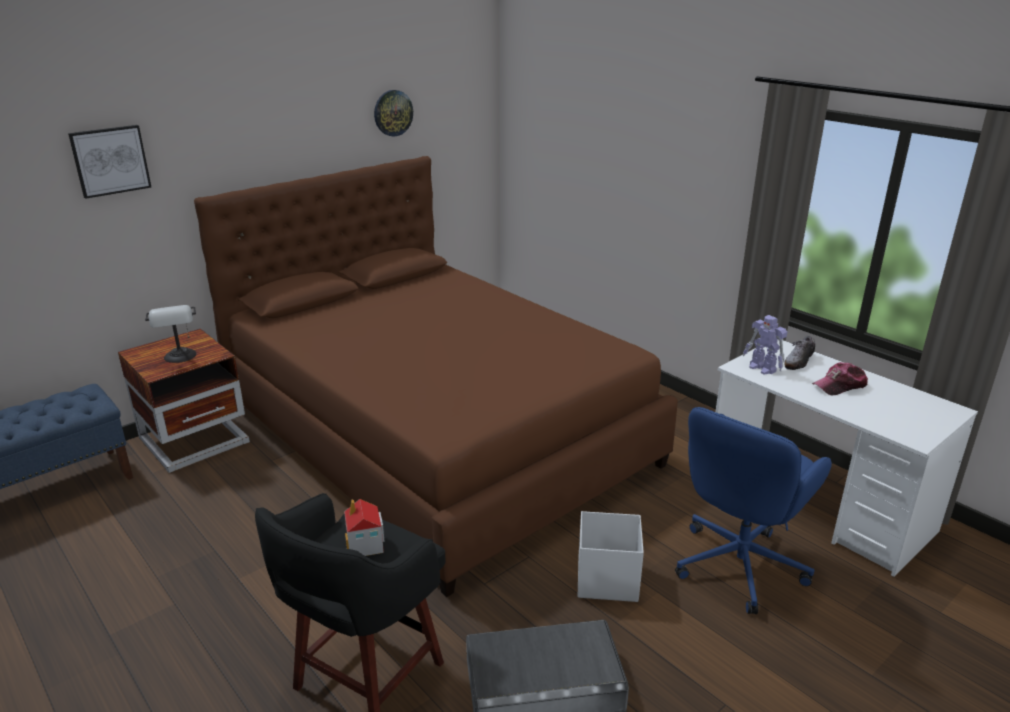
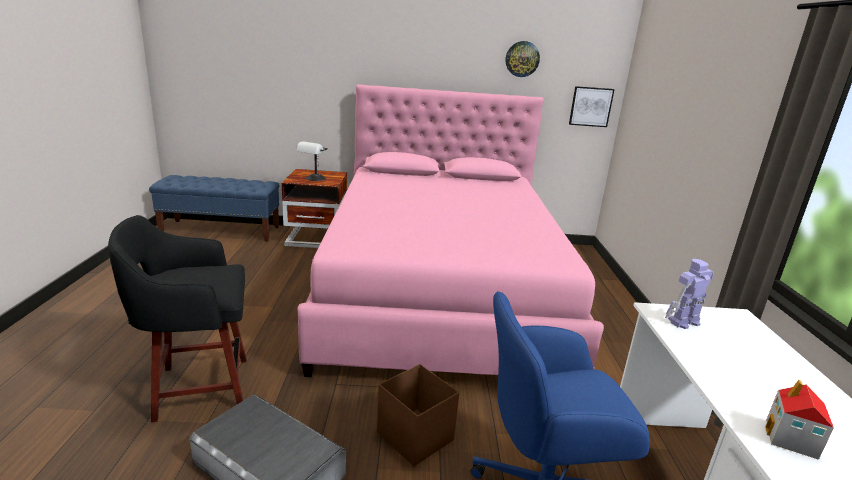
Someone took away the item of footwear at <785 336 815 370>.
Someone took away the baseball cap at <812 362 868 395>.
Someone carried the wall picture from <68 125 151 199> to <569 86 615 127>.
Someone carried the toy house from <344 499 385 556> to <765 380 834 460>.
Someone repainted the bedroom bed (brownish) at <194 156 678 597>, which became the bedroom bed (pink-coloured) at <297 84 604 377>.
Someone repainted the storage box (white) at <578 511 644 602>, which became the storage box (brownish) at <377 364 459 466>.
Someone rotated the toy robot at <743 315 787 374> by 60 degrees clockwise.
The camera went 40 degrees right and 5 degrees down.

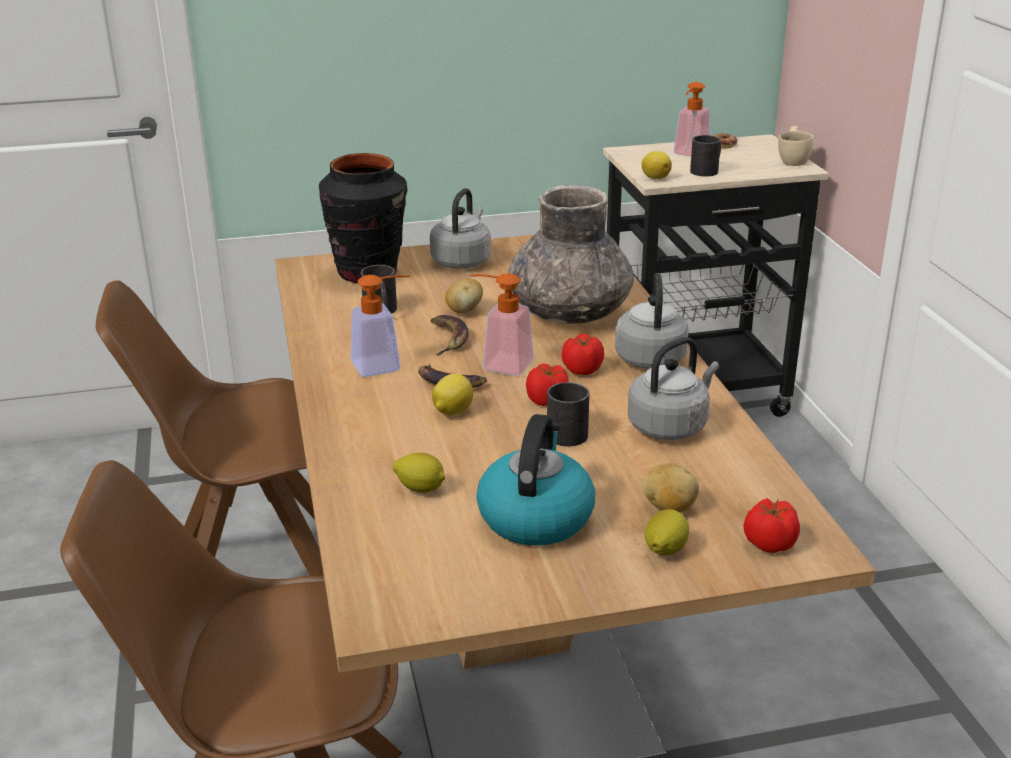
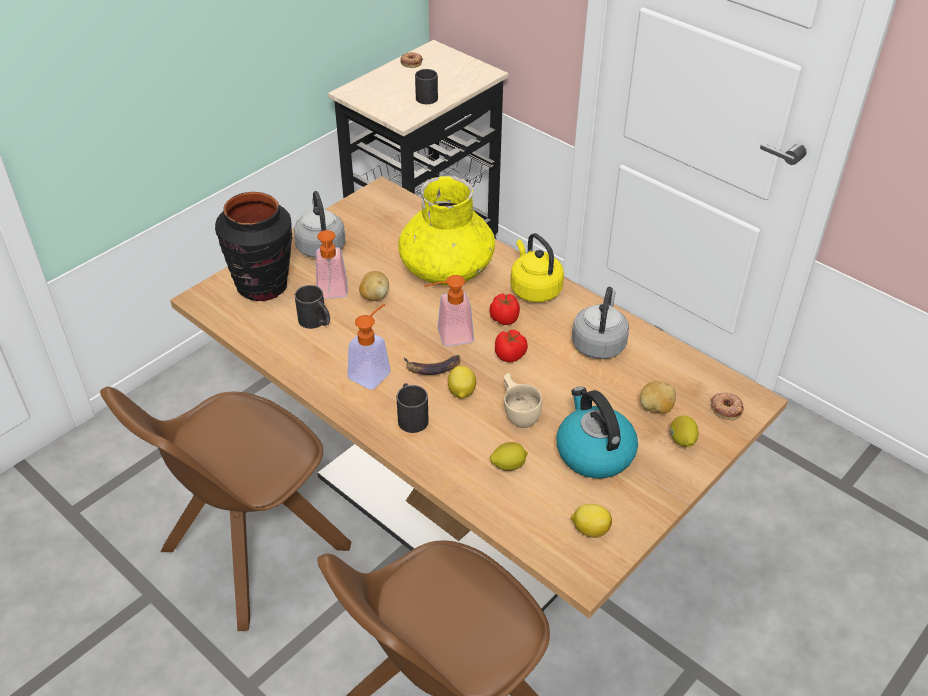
Someone took away the banana at <431 315 469 355>.
Someone carried the coffee mug (black-coloured) from <547 382 589 447> to <397 383 429 433>.
Someone carried the lemon from <642 151 672 179> to <571 504 612 538>.
Someone carried the liquid soap bottle from <674 82 710 156> to <316 230 348 299>.
Someone carried the cup (sand-coloured) from <778 126 814 166> to <504 373 542 428>.
Someone swapped the fresh tomato at <744 498 800 553> for the doughnut at <711 392 744 420>.
Someone repainted the flower vase (grey) at <508 185 634 324>, which became the flower vase (yellow-coloured) at <398 176 495 285>.
Someone repainted the tea kettle (grey) at <615 273 689 369>, which became the tea kettle (yellow-coloured) at <511 233 564 302>.
The camera went 35 degrees left and 15 degrees up.

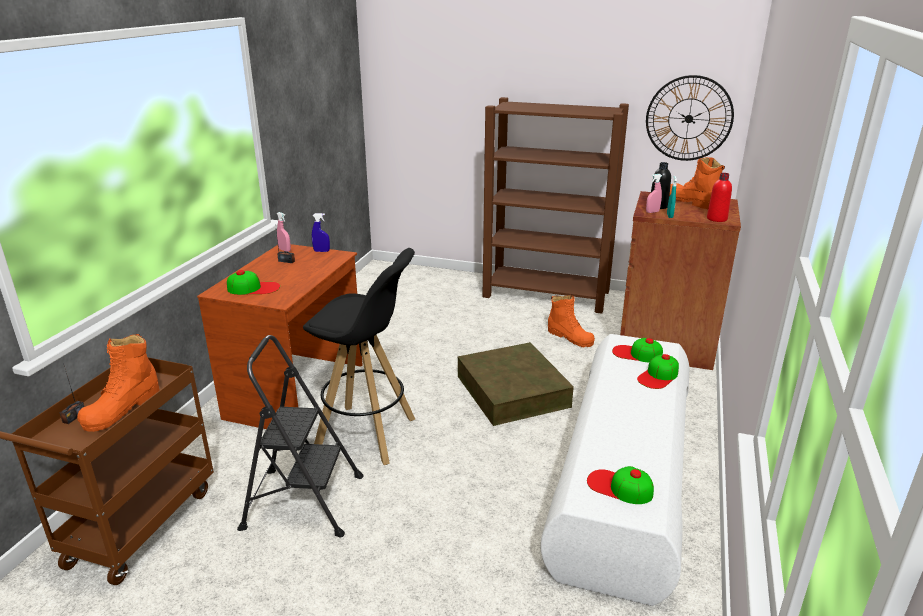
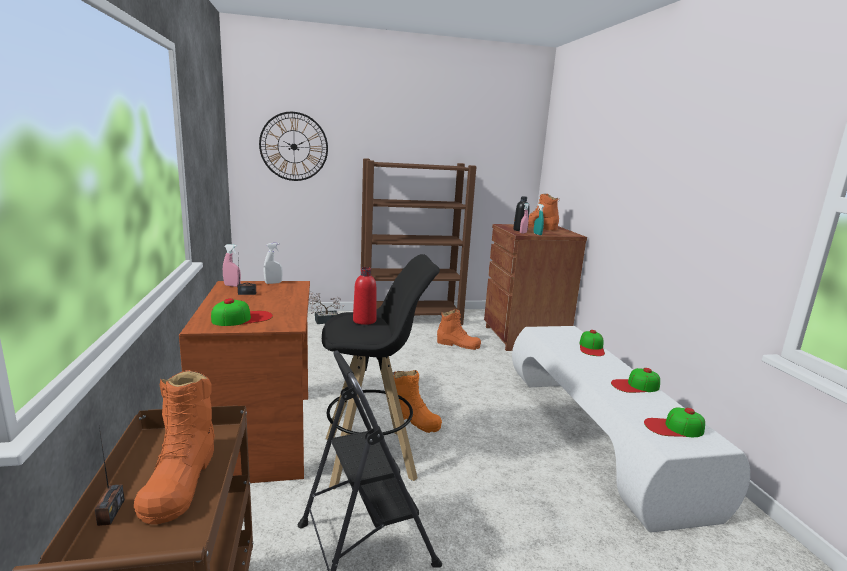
Someone took away the storage box (brownish) at <458 342 574 426>.
Someone put down the houseplant at <308 291 344 324>.
Someone put down the boot (orange-coloured) at <393 370 442 433>.
Someone carried the baseball cap from <612 338 663 362> to <611 368 660 393>.
Someone carried the wall clock from <646 75 734 161> to <259 112 328 181>.
Someone carried the beverage bottle (reddish) from <707 173 732 222> to <353 267 377 325>.
Someone repainted the spray bottle (blue) at <312 213 330 252>, which became the spray bottle (white) at <264 243 283 284>.
The camera went 30 degrees left and 10 degrees down.

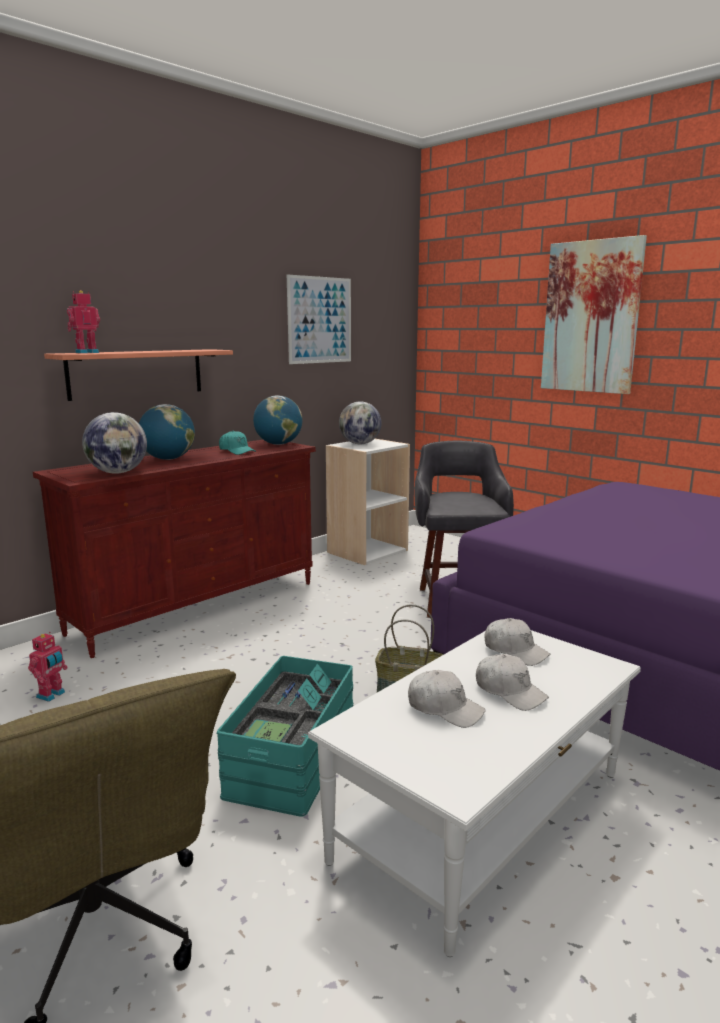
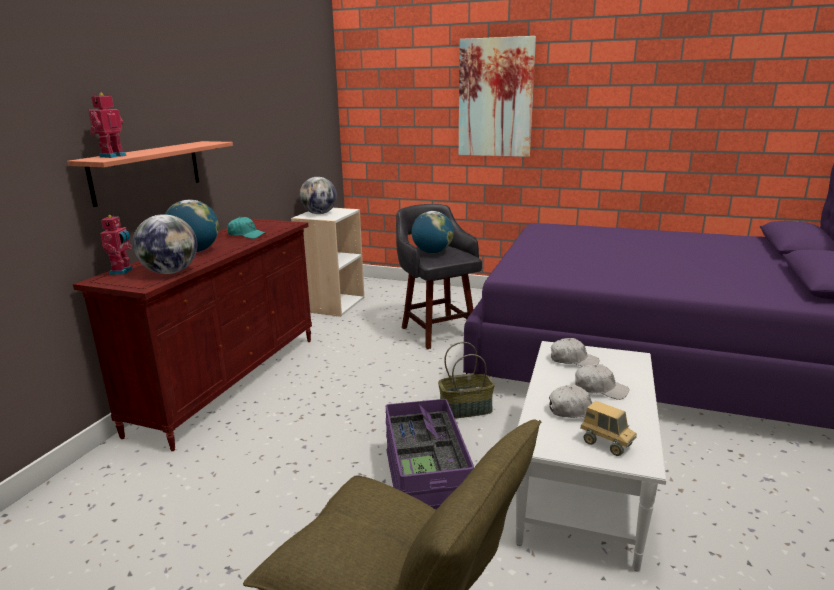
Someone took away the wall picture at <287 274 351 364>.
Someone put down the model truck at <580 401 637 456>.
Someone carried the toy robot from <28 632 68 702> to <100 214 133 275>.
Someone carried the world globe from <253 395 302 445> to <412 211 454 253>.
Someone repainted the storage box (turquoise-coloured) at <216 656 353 817>, which became the storage box (purple) at <386 399 474 510>.
The camera went 25 degrees left and 5 degrees up.

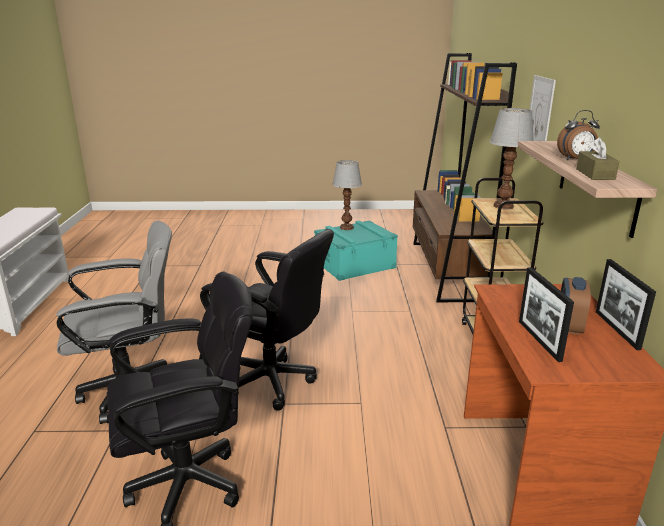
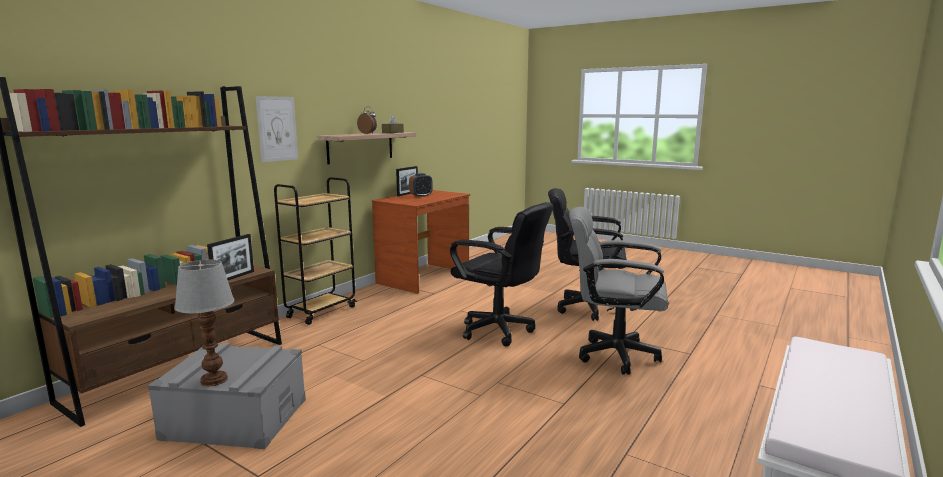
Someone took away the table lamp at <490 108 534 210>.
Someone carried the standing frame from <519 267 574 362> to <207 234 254 280>.
Someone repainted the storage box (turquoise-coloured) at <314 220 398 281>, which became the storage box (grey) at <148 343 306 449>.
Someone rotated the computer chair (black-coloured) at <200 229 334 411> by 150 degrees clockwise.
The camera went 145 degrees left and 10 degrees down.

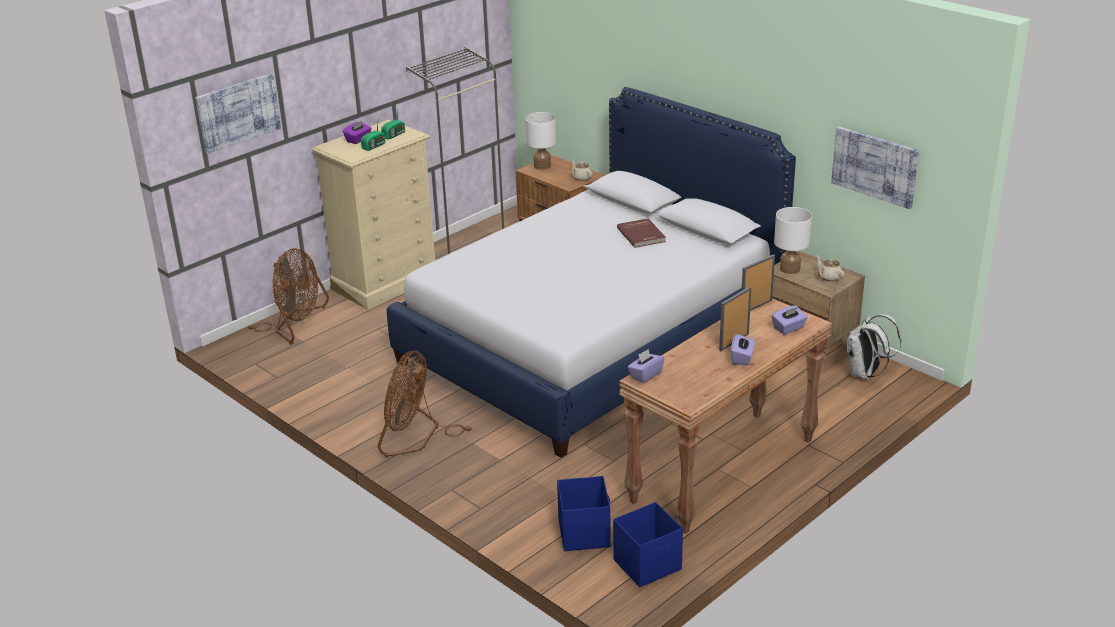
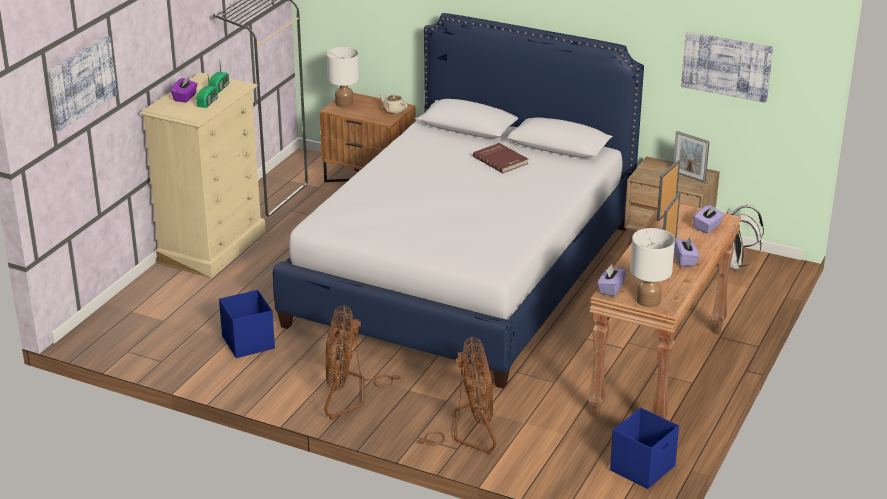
Someone carried the fan (brownish) from <248 248 329 345> to <417 337 496 455>.
Someone carried the storage box (blue) from <557 476 611 551> to <219 290 275 358>.
Someone carried the table lamp (white) from <774 207 812 274> to <630 228 675 307>.
Someone swapped the pot for tea (sand-coloured) at <816 255 844 281> for the standing frame at <673 131 710 183>.
The camera went 20 degrees left and 0 degrees up.

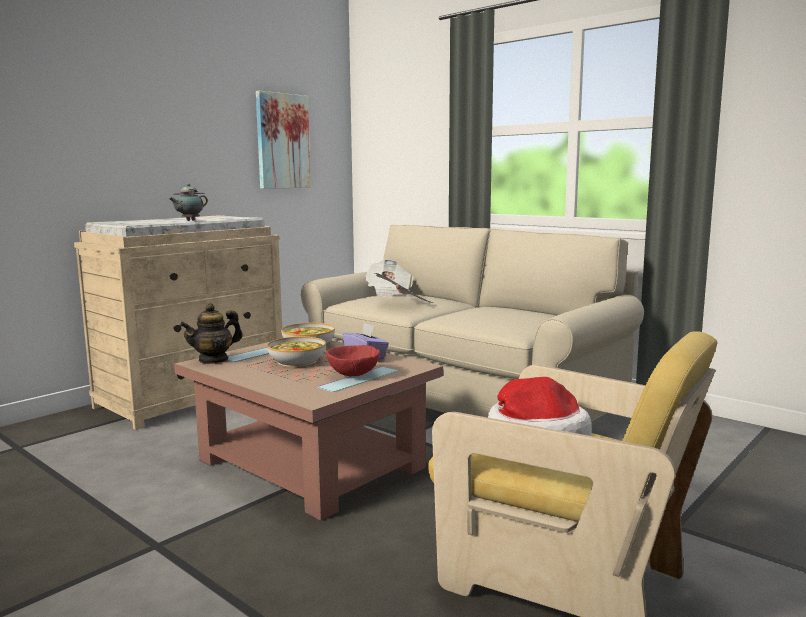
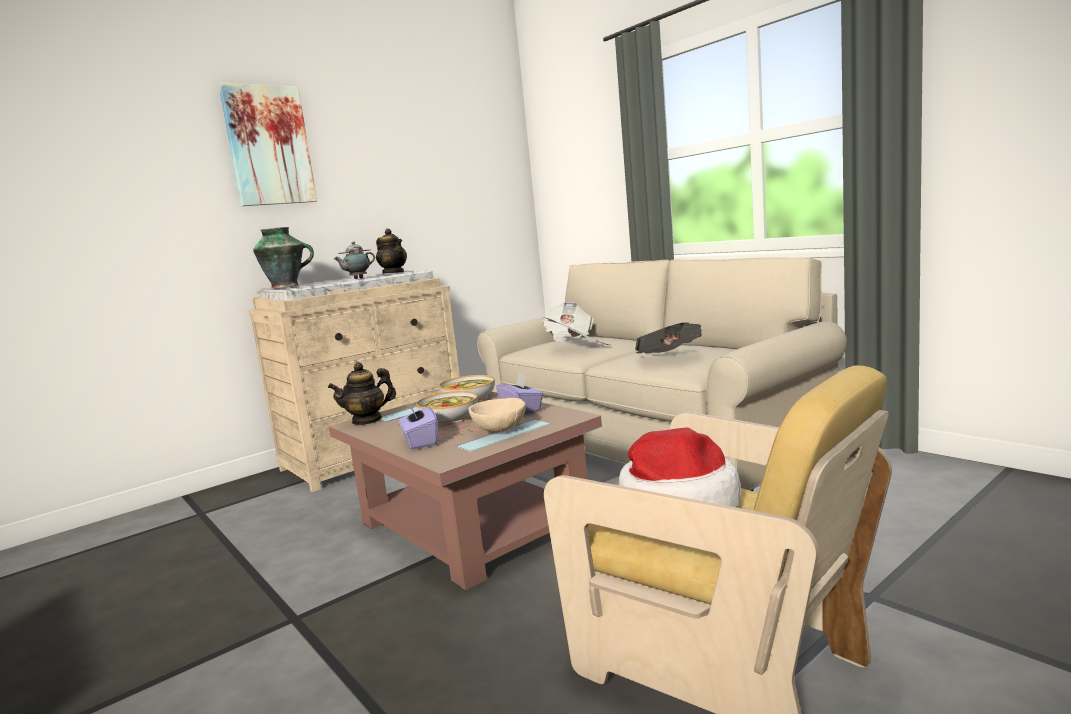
Someone put down the flower vase at <253 227 314 289>.
Someone put down the pot for tea at <376 229 407 273>.
Someone put down the tissue box (purple) at <399 403 438 450>.
Someone put down the printed paper at <635 322 702 354>.
Someone carried the wall picture from <256 91 311 189> to <218 83 317 206>.
Someone repainted the bowl (reddish) at <326 345 380 376>, which became the bowl (sand-coloured) at <468 398 525 432>.
The camera went 10 degrees right and 0 degrees up.

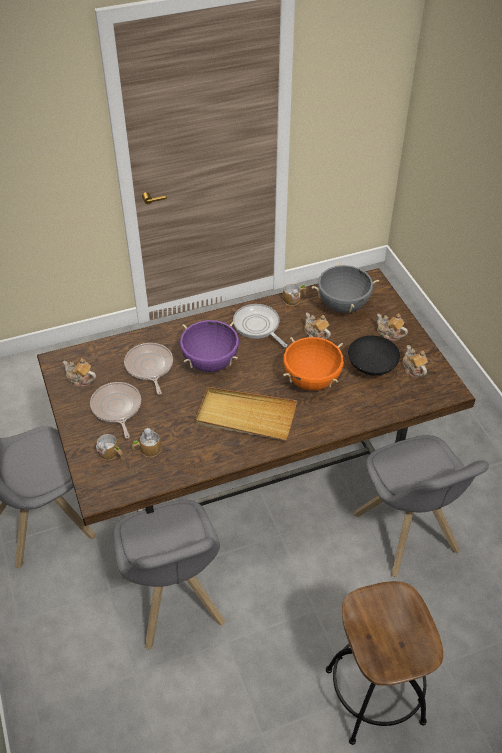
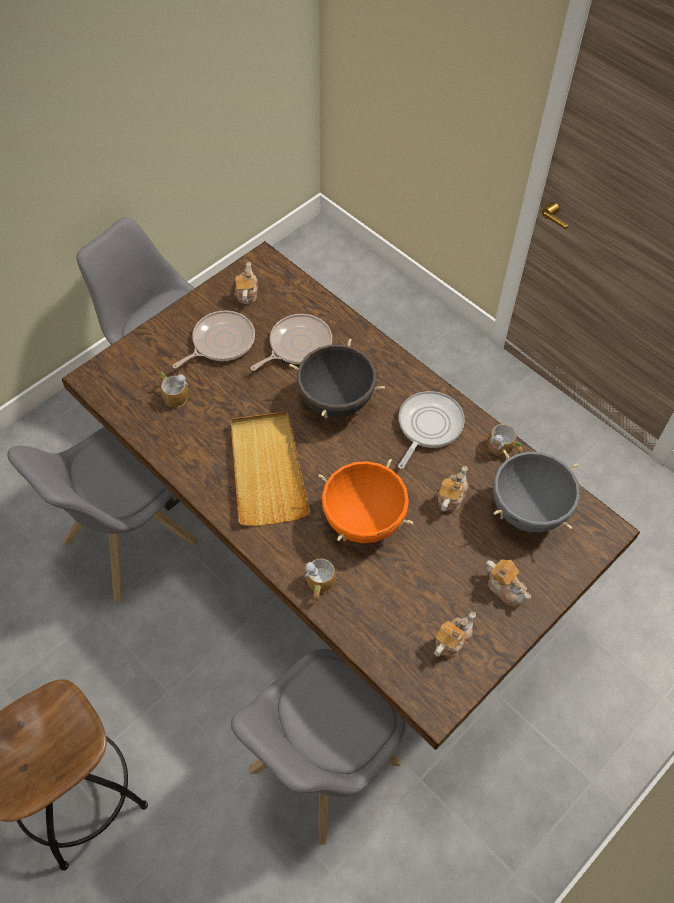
Someone took away the bowl (black-coloured) at <348 335 400 376>.
Someone carried the coffee mug from <96 434 123 460> to <304 559 336 602>.
Someone repainted the cooking pot (purple) at <180 320 239 372>, which became the cooking pot (black-coloured) at <289 339 385 418>.
Someone rotated the pot for tea at <377 313 408 341> by 120 degrees clockwise.
The camera went 65 degrees right and 10 degrees up.

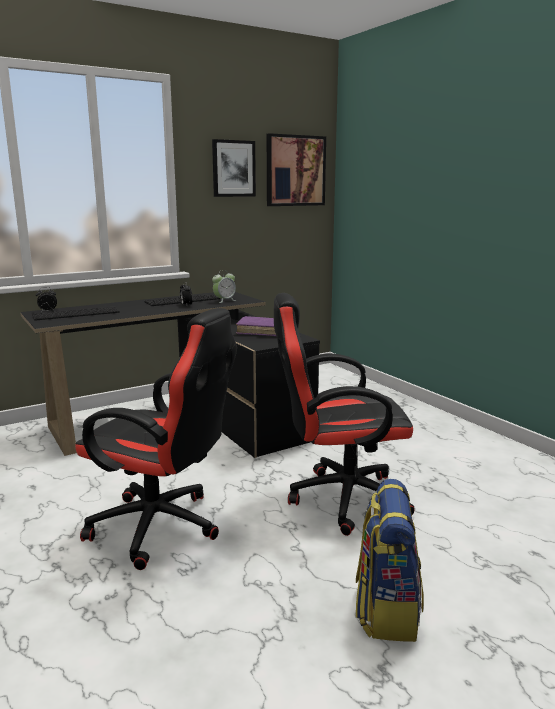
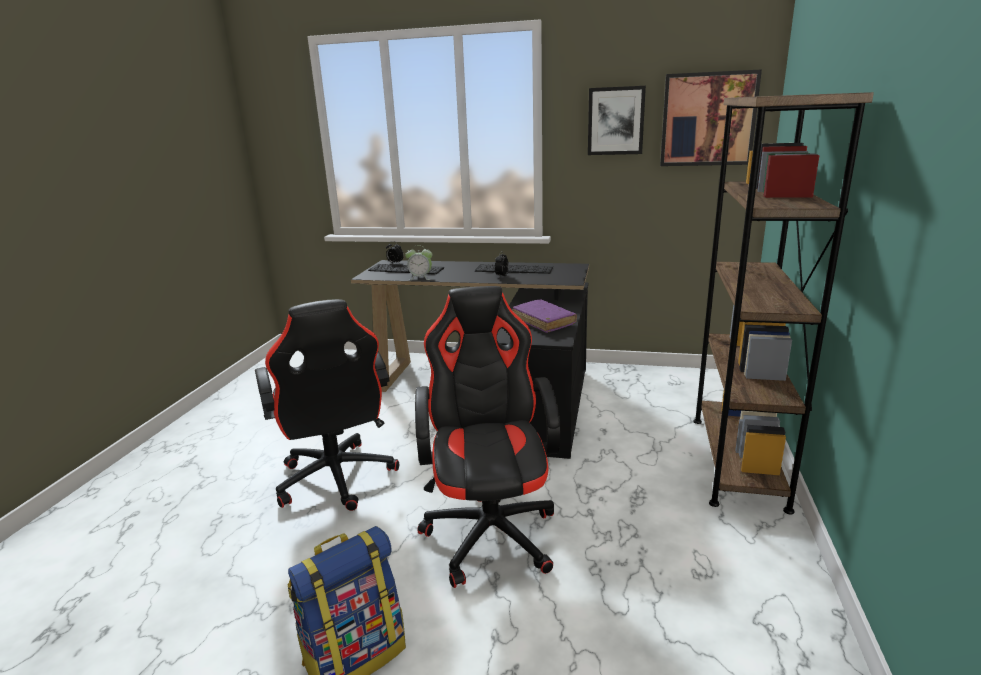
Someone put down the shelving unit (brownish) at <693 92 874 514>.
Someone carried the table clock from <212 270 237 303> to <405 245 432 280>.
Someone rotated the computer chair (black-coloured) at <274 293 415 536> by 45 degrees clockwise.
The camera went 45 degrees right and 5 degrees up.

